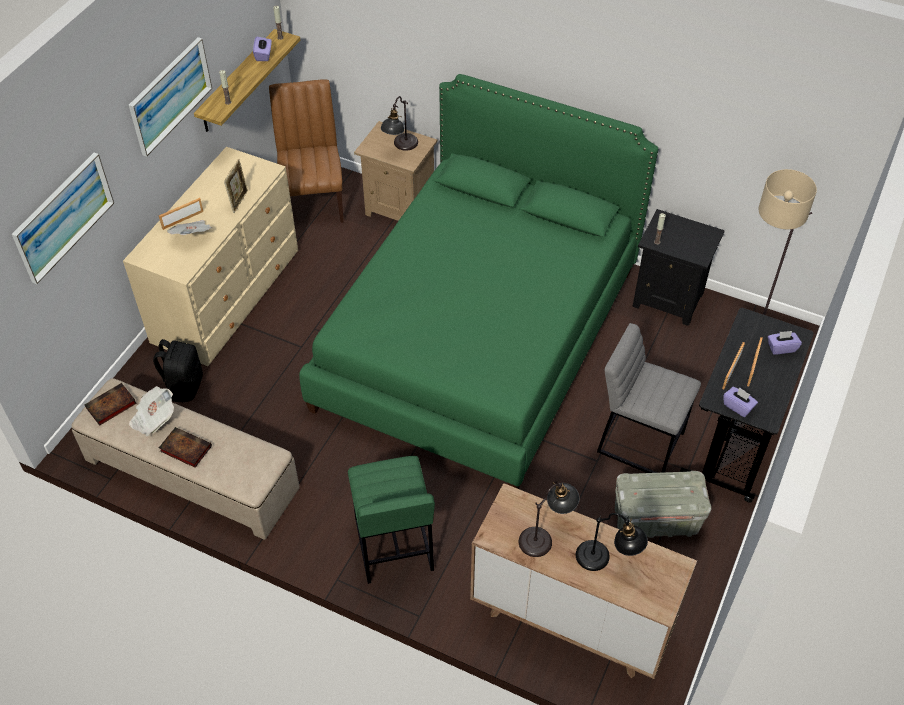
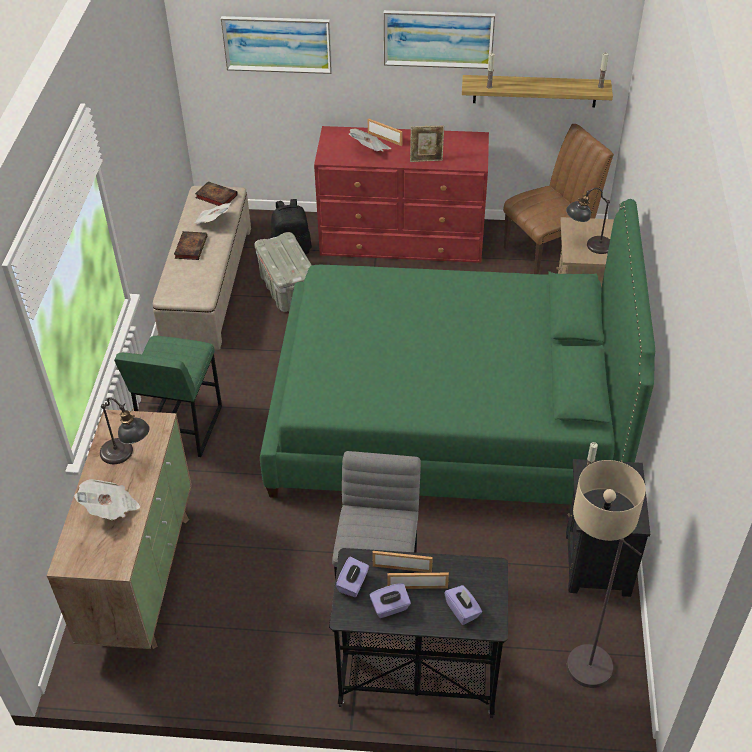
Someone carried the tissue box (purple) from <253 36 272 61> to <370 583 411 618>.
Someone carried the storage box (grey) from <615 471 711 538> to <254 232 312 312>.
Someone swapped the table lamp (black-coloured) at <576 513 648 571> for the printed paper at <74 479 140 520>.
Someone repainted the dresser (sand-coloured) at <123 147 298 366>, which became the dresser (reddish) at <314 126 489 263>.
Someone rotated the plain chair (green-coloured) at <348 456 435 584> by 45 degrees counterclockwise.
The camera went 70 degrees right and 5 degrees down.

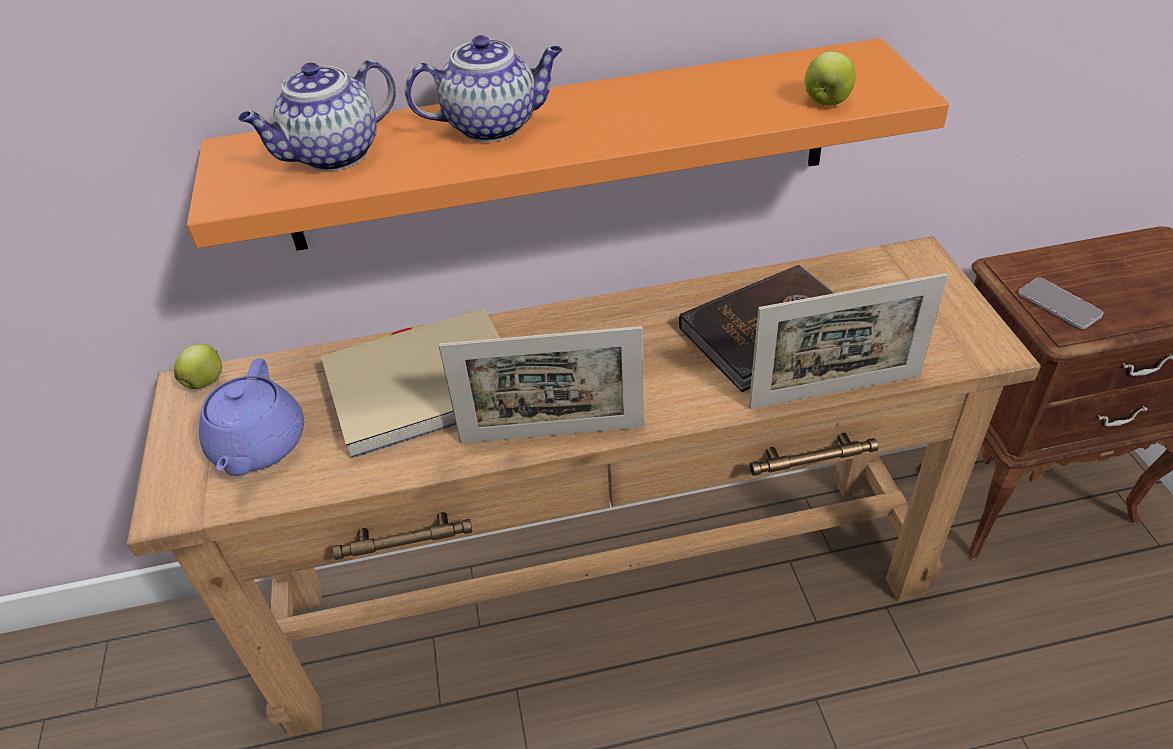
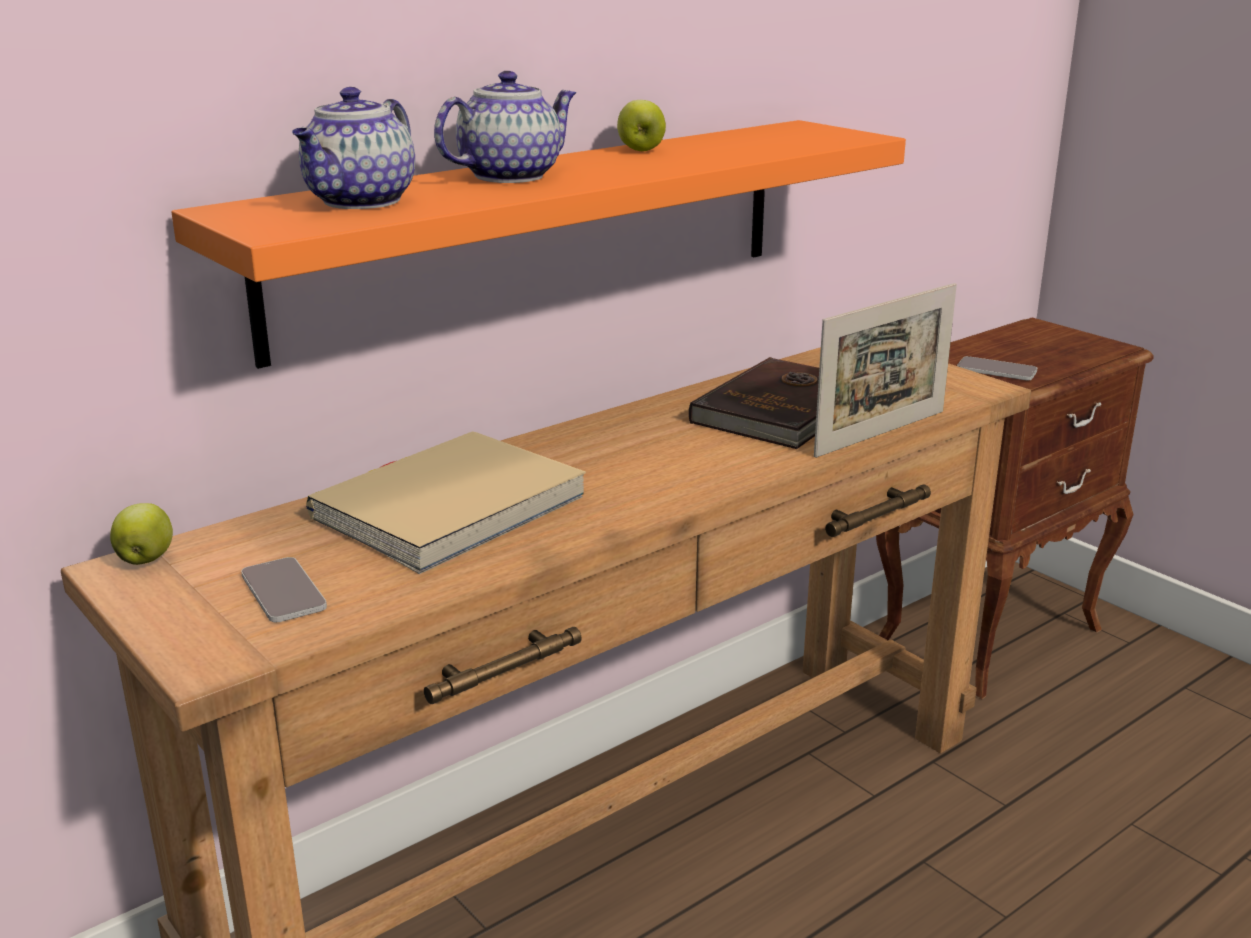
Someone took away the standing frame at <439 326 644 443>.
Someone carried the apple fruit from <804 52 856 106> to <617 100 666 151>.
Someone swapped the pot for tea (purple) at <199 358 304 476> for the telephone at <241 557 327 622>.
The camera went 30 degrees left and 20 degrees down.

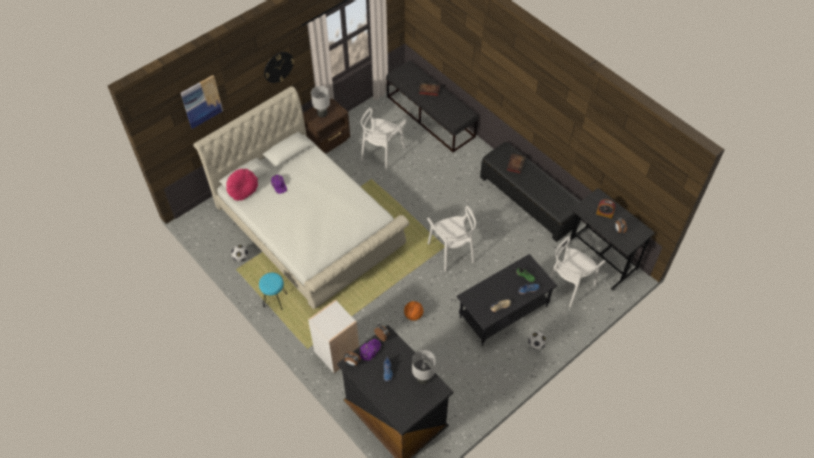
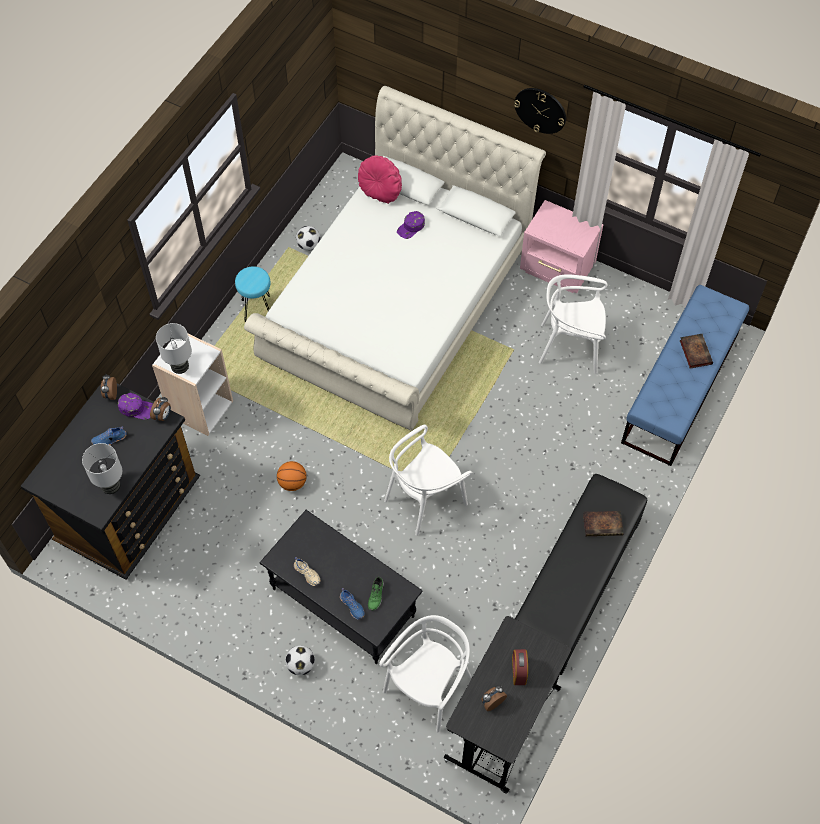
Someone took away the wall picture at <181 75 223 129>.
Someone carried the table lamp (grey) from <311 86 330 118> to <156 323 192 374>.
Someone repainted the bedside table (brownish) at <303 99 350 154>, which became the bedside table (pink-coloured) at <520 200 604 293>.
Someone repainted the long seat (black-coloured) at <386 60 478 153>, which became the long seat (blue) at <621 285 749 466>.
Someone rotated the plain chair (white) at <550 236 606 307> by 105 degrees clockwise.
The camera went 70 degrees right and 5 degrees up.

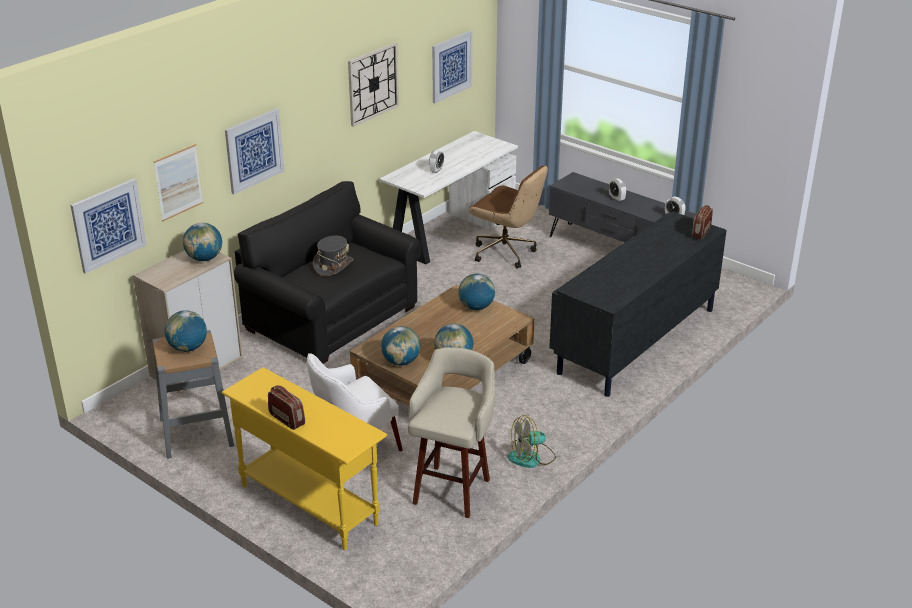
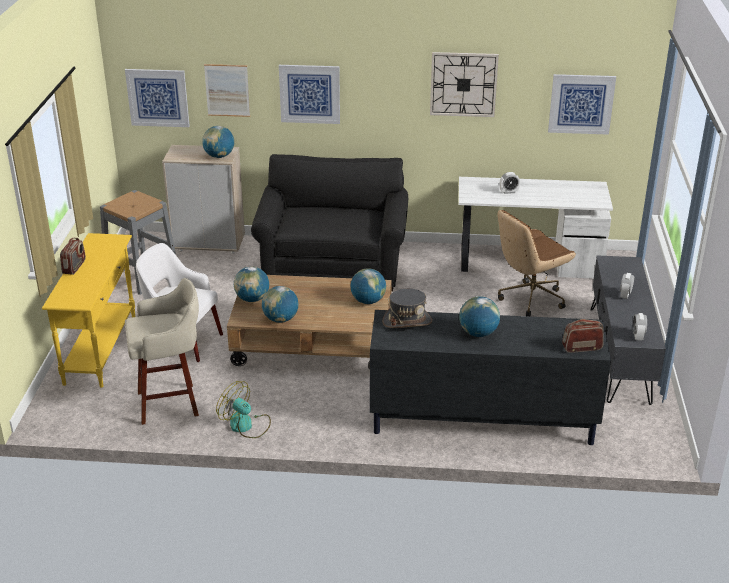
Someone carried the world globe from <165 310 207 352> to <459 296 500 337>.
Someone carried the wearable hat (grey) from <313 236 354 276> to <382 289 432 328>.
Someone rotated the computer chair (brownish) at <469 166 548 268> by 60 degrees clockwise.
The camera went 55 degrees right and 0 degrees up.

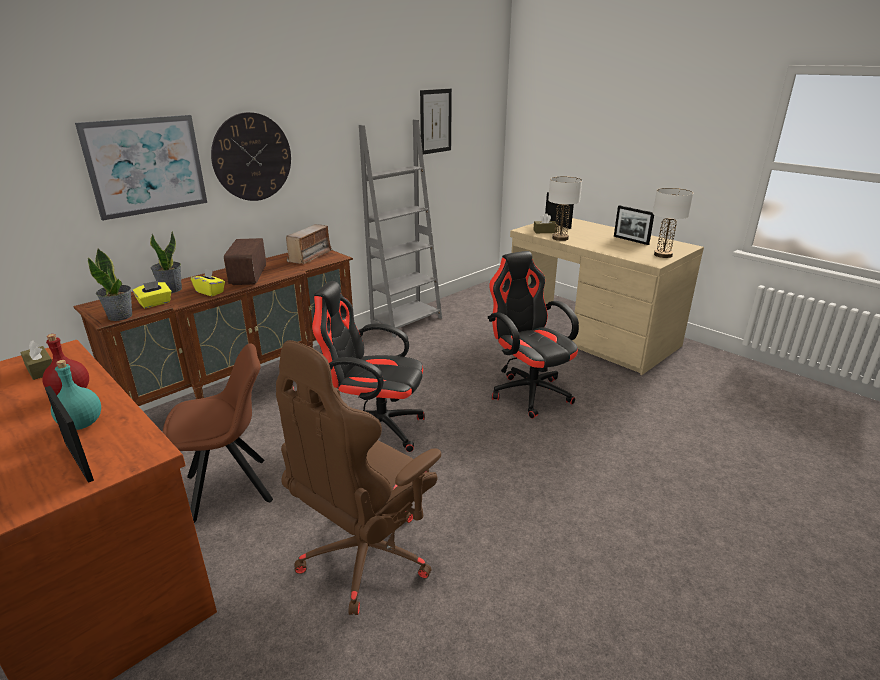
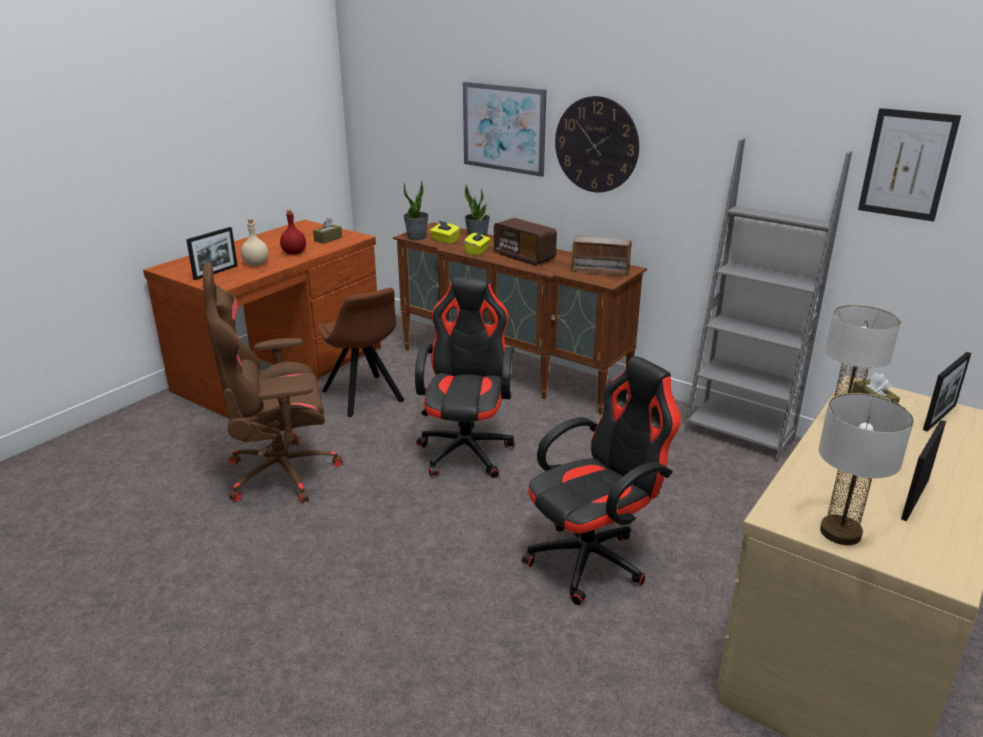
Someone repainted the beverage bottle (turquoise-coloured) at <51 360 101 430>, which became the beverage bottle (sand-coloured) at <241 219 268 266>.
Someone rotated the radio set at <224 238 266 285> by 120 degrees counterclockwise.
Someone rotated the computer chair (brownish) at <276 340 441 615> by 45 degrees counterclockwise.
The camera went 80 degrees right and 0 degrees up.

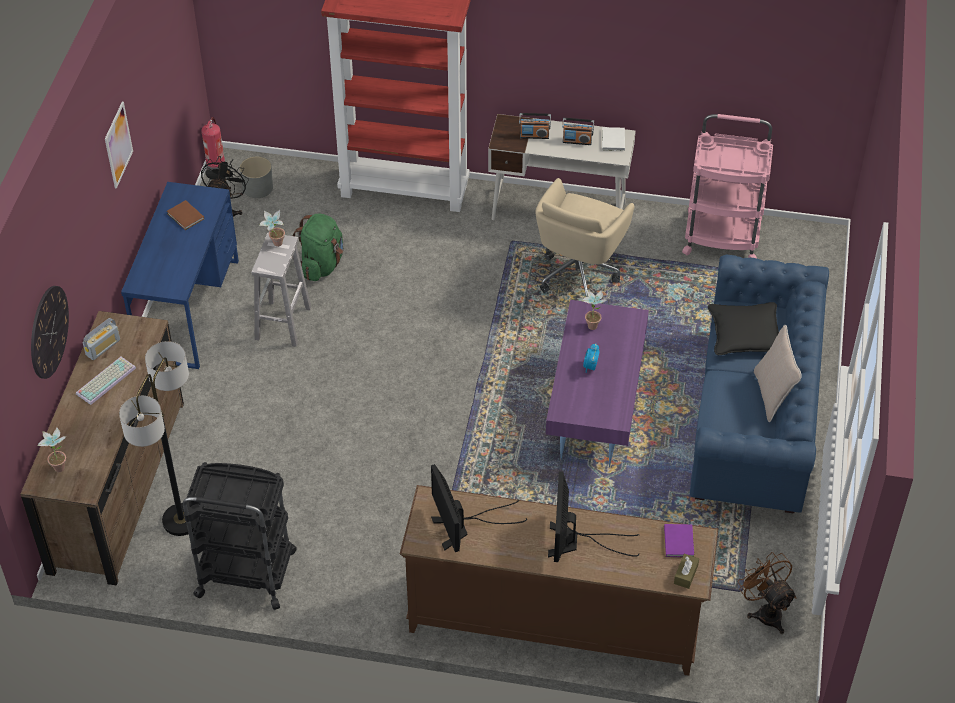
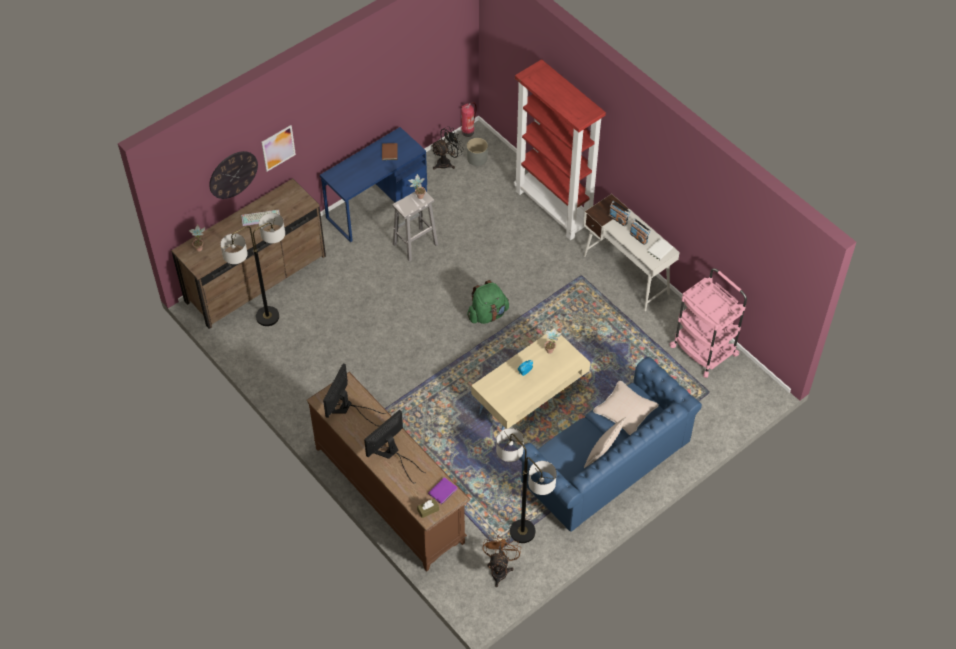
Someone took away the radio set at <83 318 120 360>.
Someone took away the trolley (black-coloured) at <183 462 297 610>.
Someone took away the computer chair (sand-coloured) at <535 178 635 299>.
Someone put down the floor lamp at <496 428 557 543>.
Someone carried the wall picture from <105 102 133 189> to <261 125 296 171>.
Someone carried the backpack (green-coloured) from <293 214 344 281> to <467 280 509 324>.
Someone repainted the coffee table (purple) at <546 300 649 468>, which became the coffee table (sand-coloured) at <471 329 590 431>.
Someone repainted the throw pillow (black-coloured) at <708 302 779 355>, which became the throw pillow (sand-coloured) at <593 381 659 435>.
The camera went 40 degrees right and 5 degrees up.

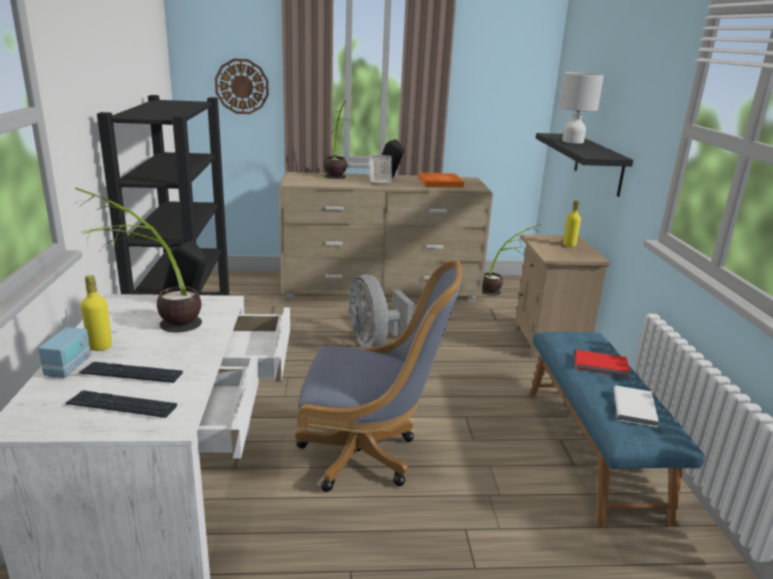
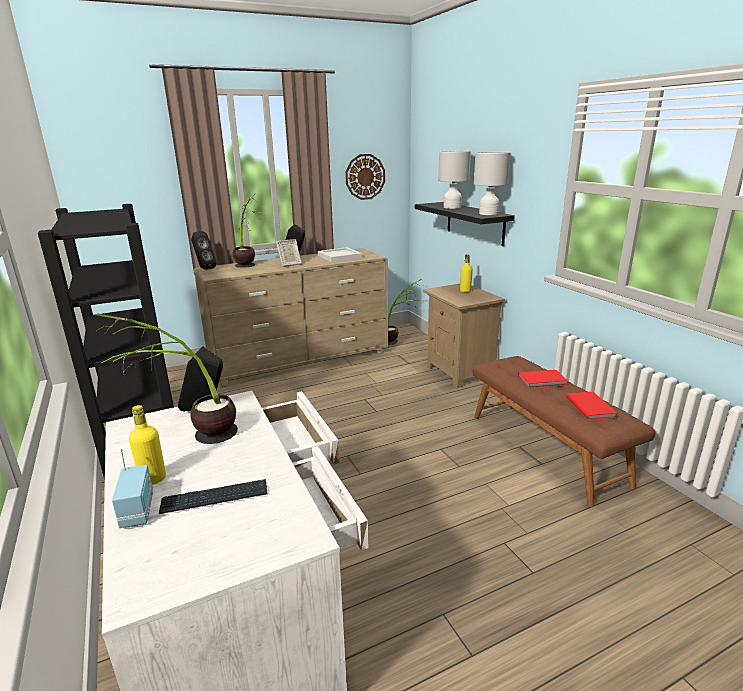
Someone took away the PC keyboard at <66 390 177 418>.
Someone took away the computer chair (blue) at <295 260 462 492>.
Someone took away the fan (grey) at <349 274 415 348>.
Someone put down the speaker (black-coloured) at <191 231 217 270>.
Someone put down the table lamp (grey) at <474 152 511 215>.
Someone carried the wall clock from <215 59 269 114> to <345 154 385 200>.
Someone repainted the carrying tray (orange-coloured) at <419 173 464 188>, which became the carrying tray (white) at <318 247 362 262>.
Someone repainted the long seat (blue) at <530 332 705 528>, which became the long seat (brownish) at <473 356 656 507>.
Someone repainted the bound book (white) at <614 386 659 427>, which became the bound book (reddish) at <566 392 617 420>.
The camera went 20 degrees left and 0 degrees up.

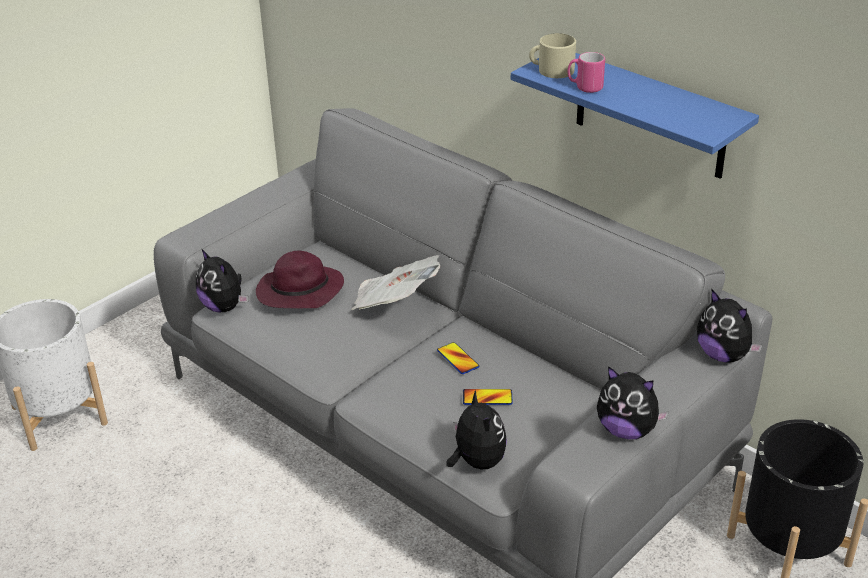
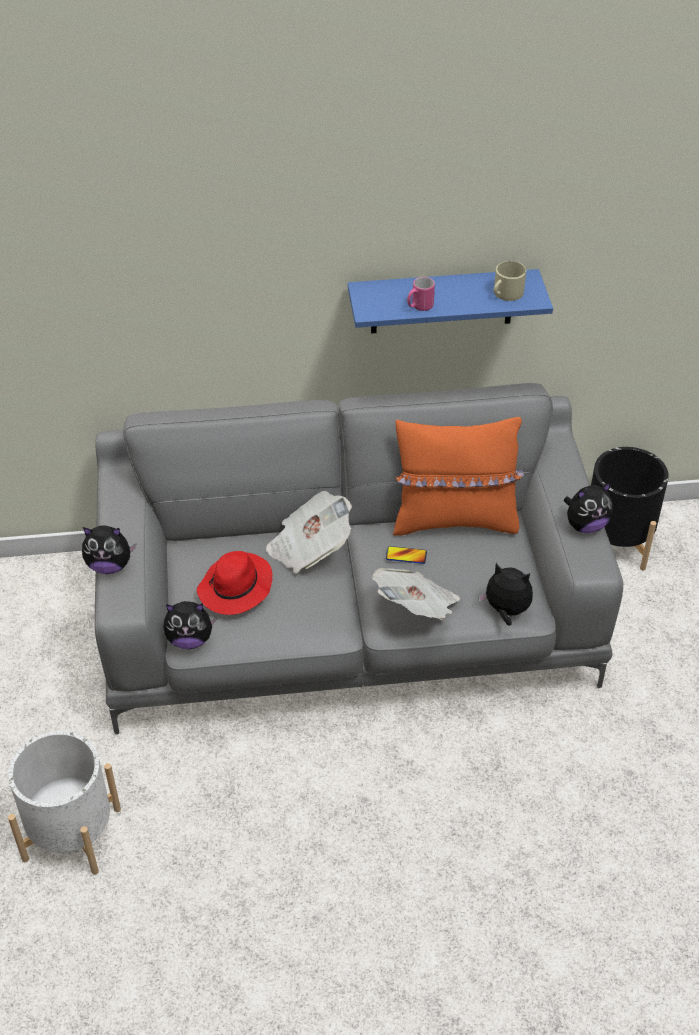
Someone took away the telephone at <463 389 513 405>.
Someone put down the printed paper at <372 568 460 620>.
Someone put down the throw pillow (orange-coloured) at <393 417 524 536>.
Someone carried the coffee mug (sand-coloured) from <529 33 576 78> to <493 261 526 301>.
Someone carried the plush toy from <697 290 762 362> to <82 525 136 574>.
Someone repainted the wearable hat (purple) at <256 251 344 309>, which became the wearable hat (reddish) at <197 551 272 615>.
The camera went 50 degrees left and 10 degrees up.

